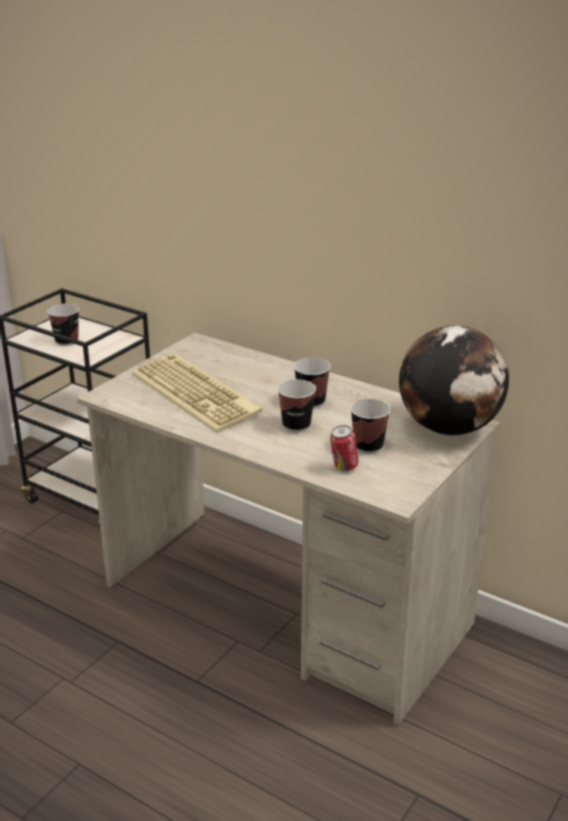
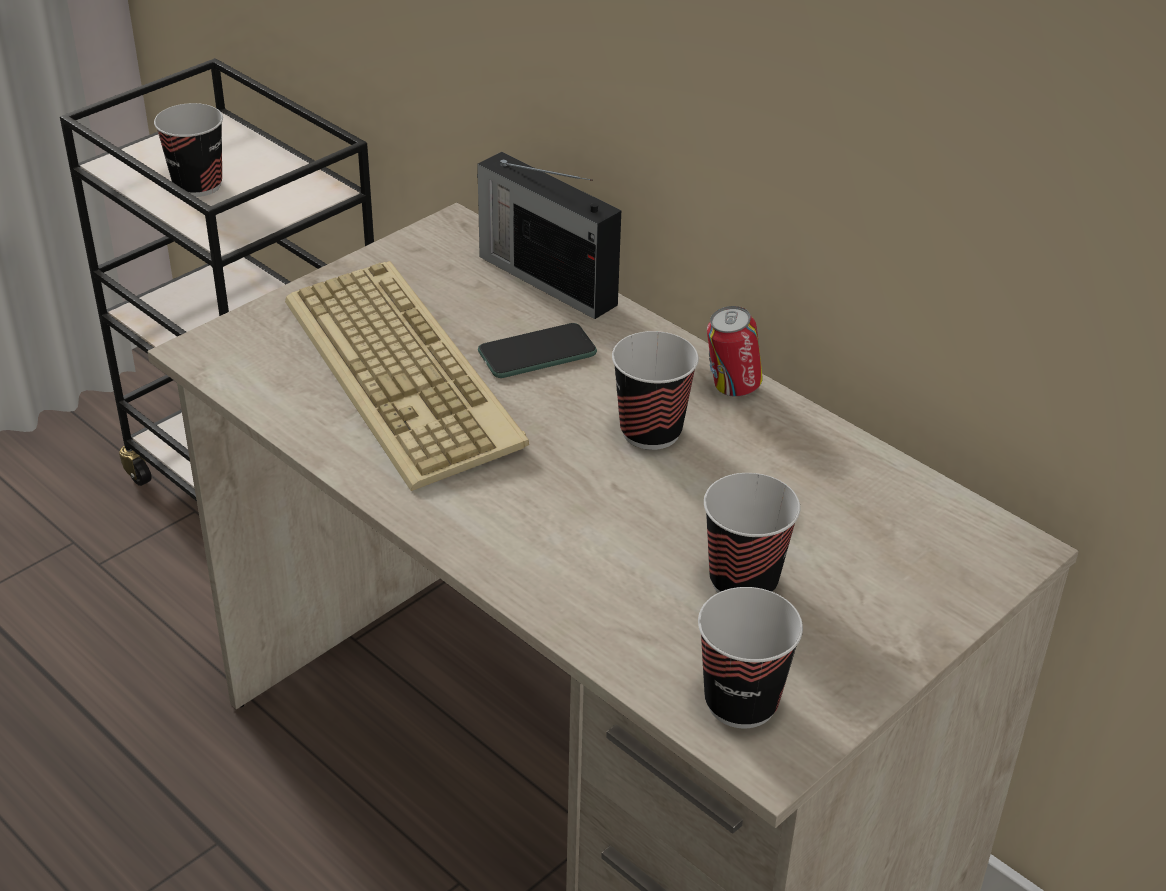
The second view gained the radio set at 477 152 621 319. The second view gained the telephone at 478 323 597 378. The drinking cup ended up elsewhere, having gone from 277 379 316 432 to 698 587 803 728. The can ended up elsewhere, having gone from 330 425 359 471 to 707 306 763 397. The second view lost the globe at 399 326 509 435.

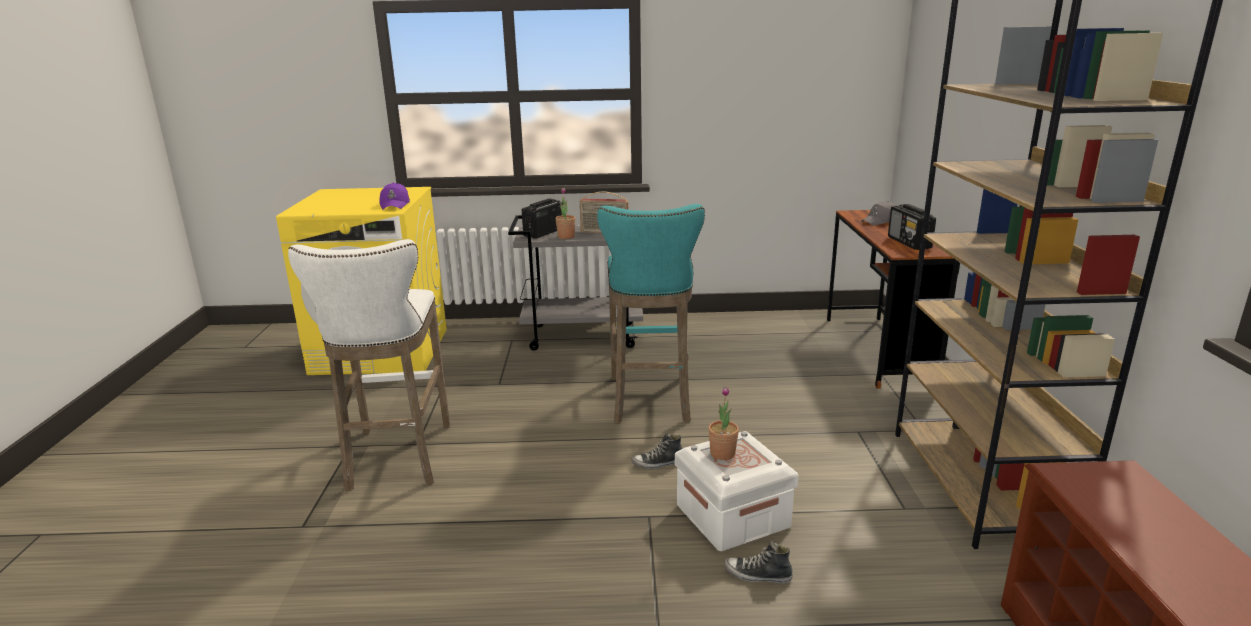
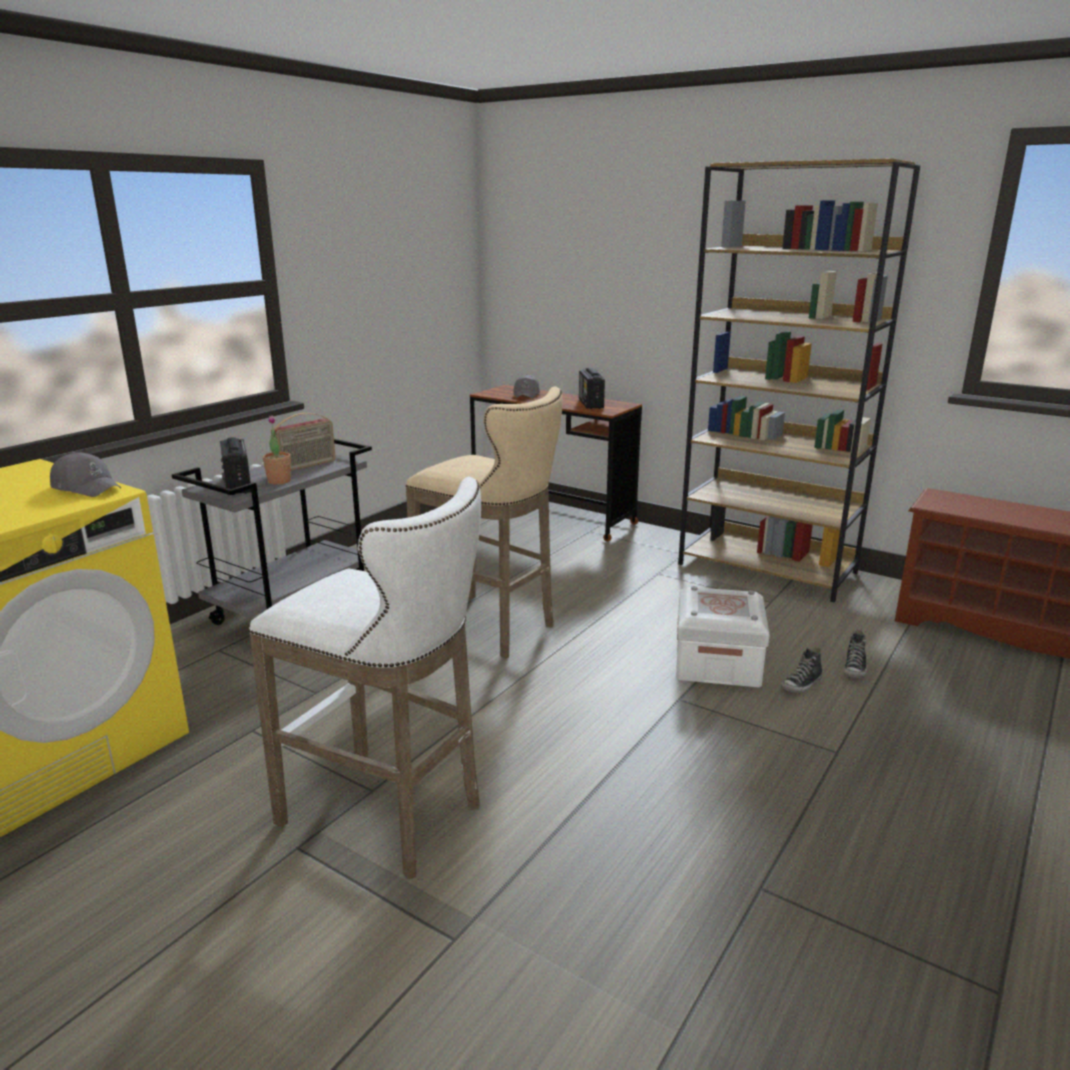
What was the cap/purplish at 379 183 410 210 turned into the cap/gray at 50 452 121 497. What was the stool seat/blue-green at 597 204 705 424 turned into the stool seat/beige-coloured at 406 387 563 659. The radio set at 888 204 936 250 ended up facing another way, 60 degrees clockwise from before. The shoe ended up elsewhere, having gone from 632 433 683 469 to 843 630 867 678. The second view lost the plant in a pot at 708 387 739 460.

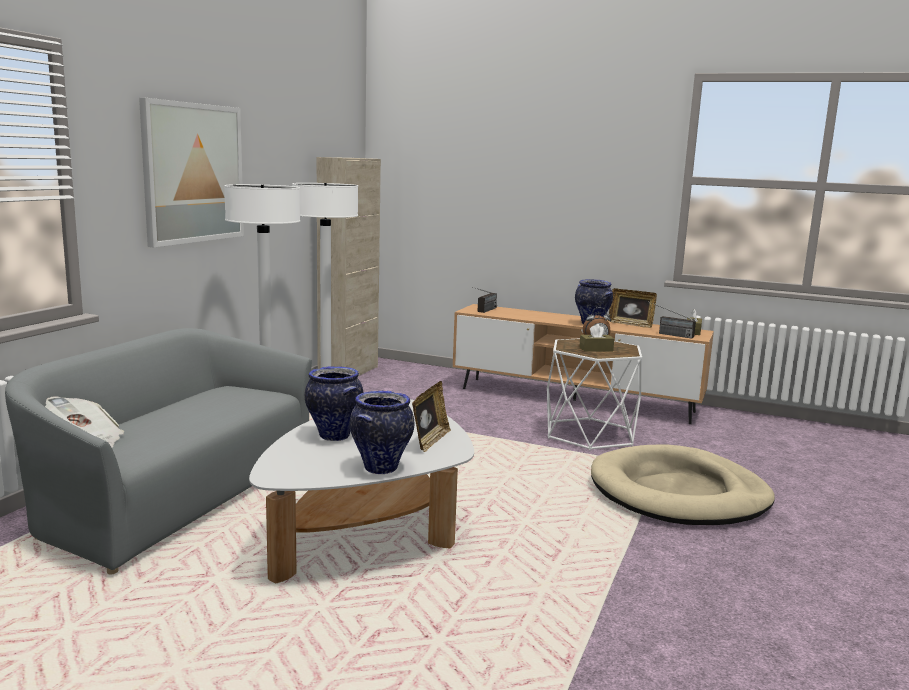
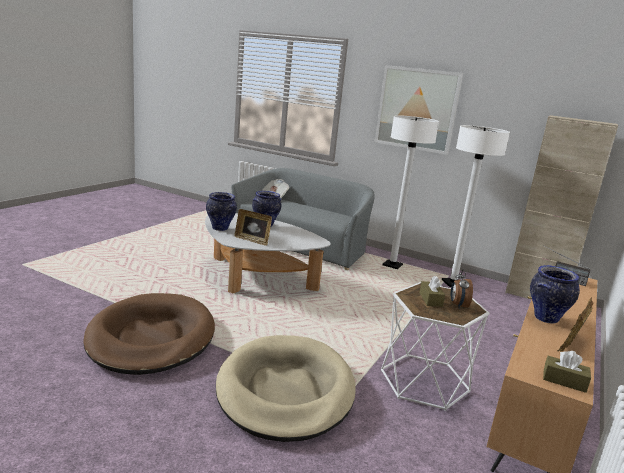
The second view gained the pet bed/brown-coloured at 83 293 215 375. The second view lost the radio set at 647 301 696 339.

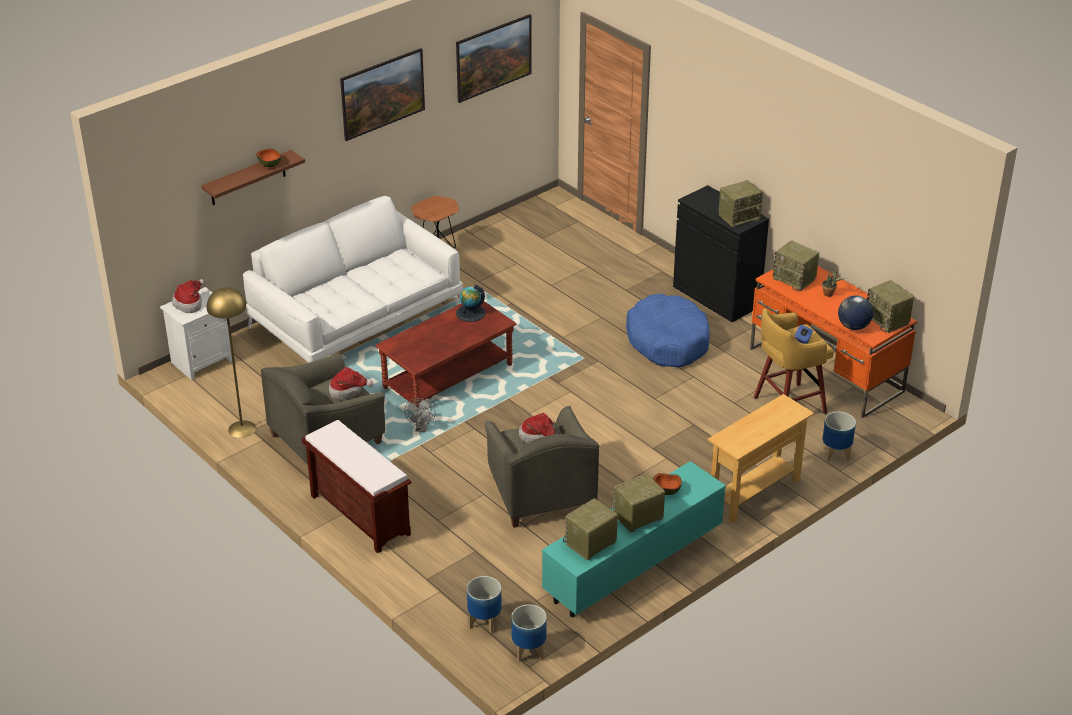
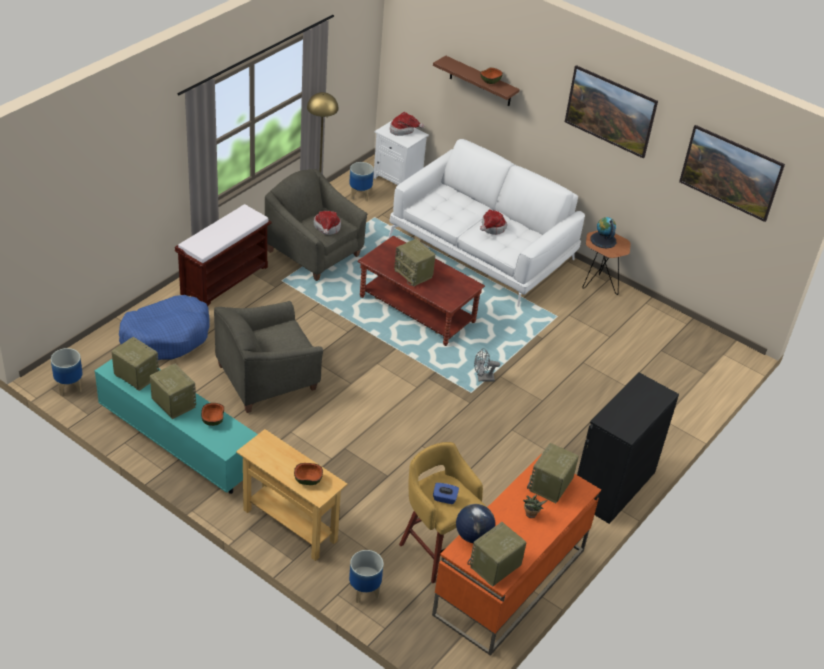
The pet bed/blue ended up elsewhere, having gone from 626 294 710 368 to 119 295 210 360. The second view gained the serving bowl at 294 463 323 485. The planter ended up elsewhere, having gone from 467 576 502 634 to 349 162 374 201. The radio set ended up elsewhere, having gone from 719 180 763 227 to 394 239 436 286. The electric fan/gray ended up elsewhere, having gone from 404 398 435 432 to 474 348 500 381. The wearable hat ended up elsewhere, having gone from 519 413 555 443 to 480 209 507 235. The globe ended up elsewhere, having gone from 456 285 486 322 to 591 217 616 248.

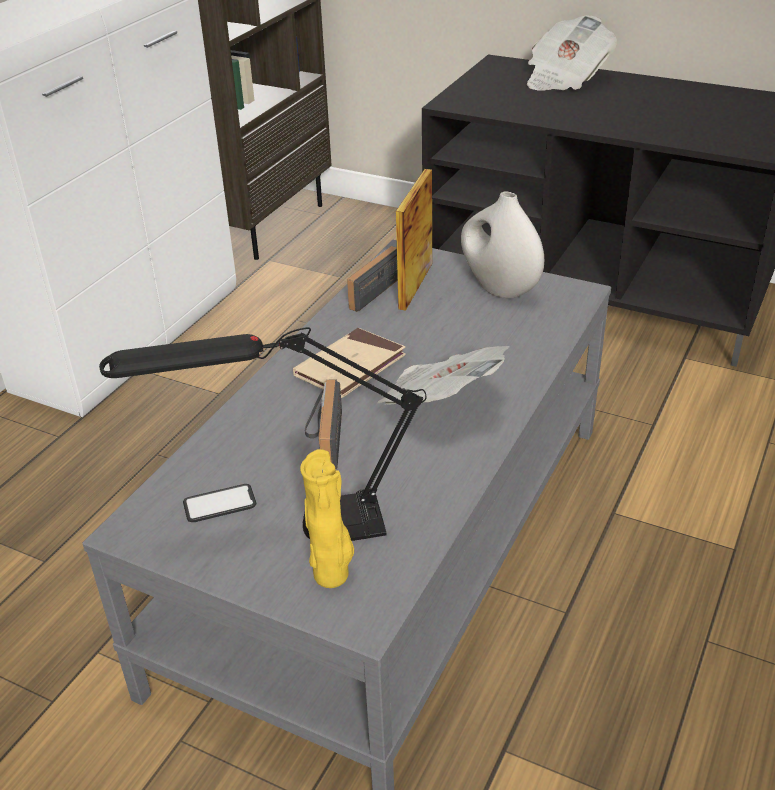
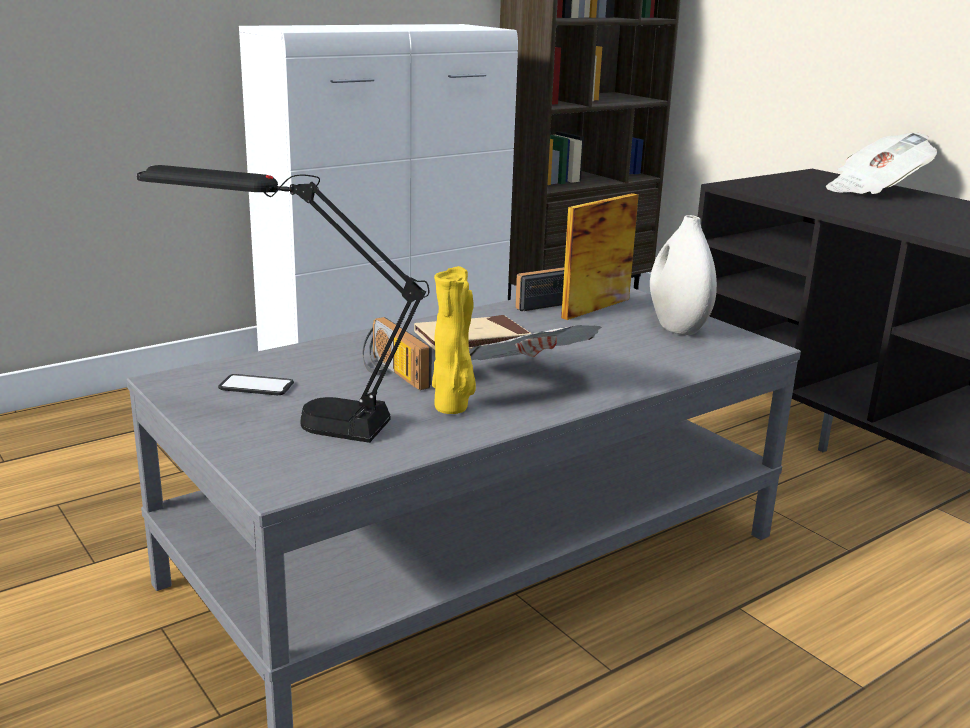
The radio set at 305 380 342 469 ended up facing another way, 60 degrees counterclockwise from before. The vase/yellow ended up elsewhere, having gone from 300 449 354 588 to 432 266 476 414.

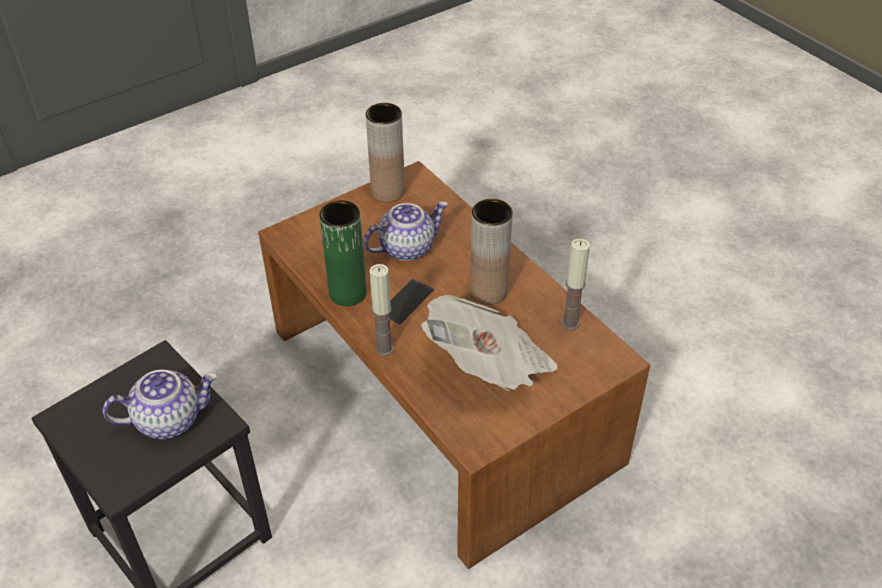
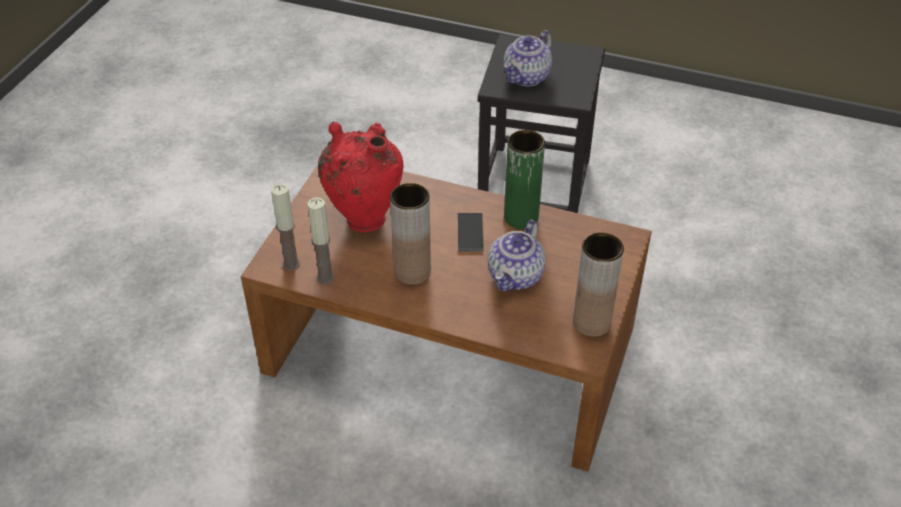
The wax candle ended up elsewhere, having gone from 369 264 394 356 to 271 184 300 270. Where the printed paper stood at 421 295 558 391, the vase/red came to stand at 318 122 404 232.

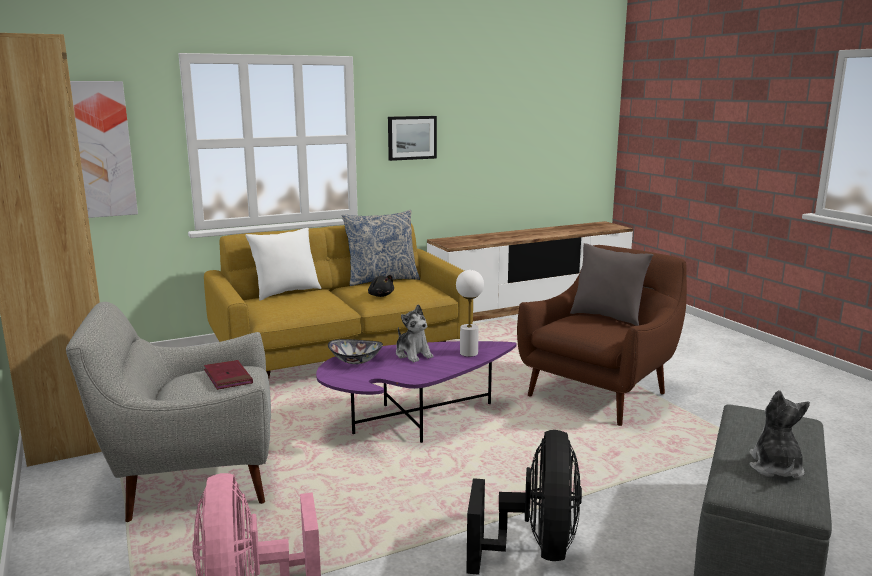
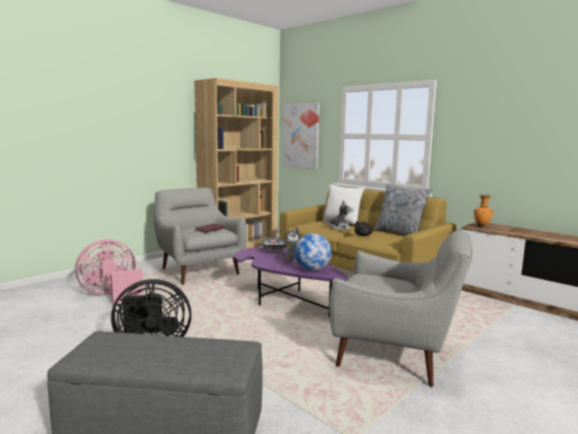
Where the tabletop lamp/white-coloured stood at 456 270 484 357, the globe came to stand at 294 233 332 271. The cuddly toy ended up elsewhere, having gone from 750 390 810 478 to 326 200 353 231. What was the lounge chair/brown-coloured at 517 245 687 426 turned into the lounge chair/gray at 329 230 473 387. The second view gained the vase/orange-coloured at 474 195 494 228. The second view lost the wall picture at 388 116 437 161. The second view lost the pillow/gray at 570 243 654 326.

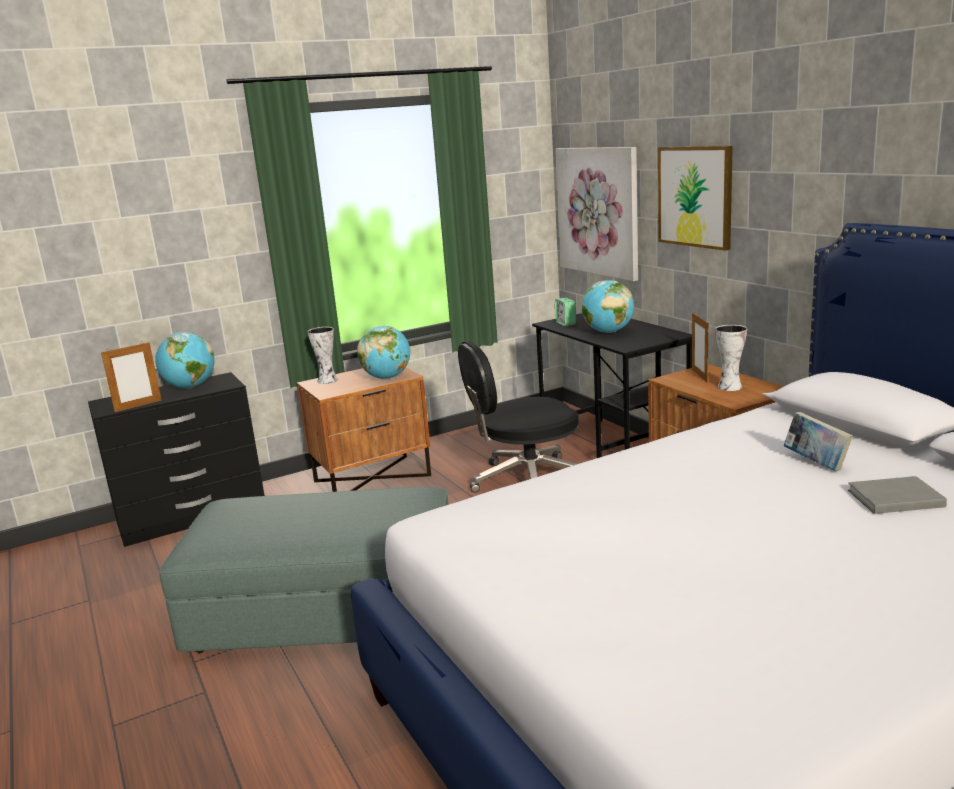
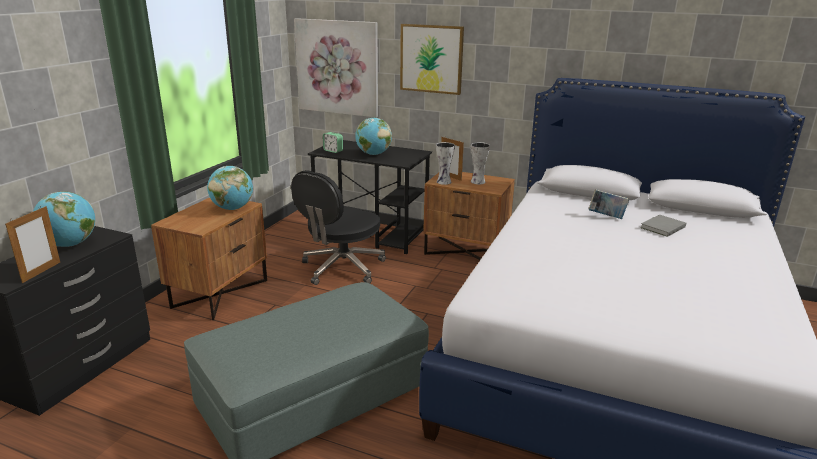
The vase ended up elsewhere, having gone from 307 327 338 384 to 436 142 455 185.

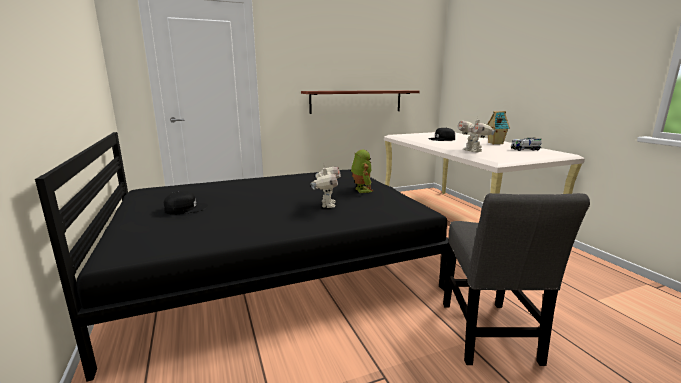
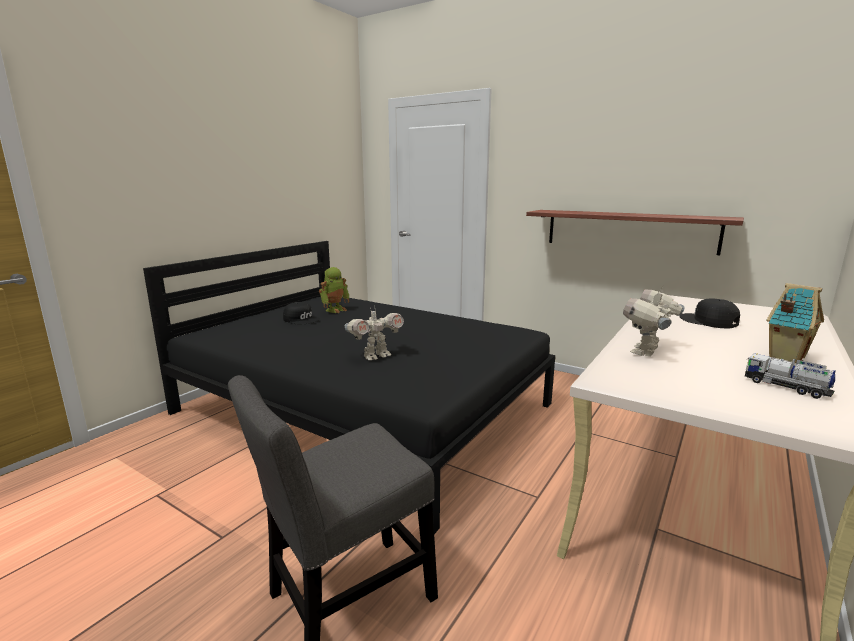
The model robot ended up elsewhere, having gone from 351 150 373 193 to 319 267 349 313.

